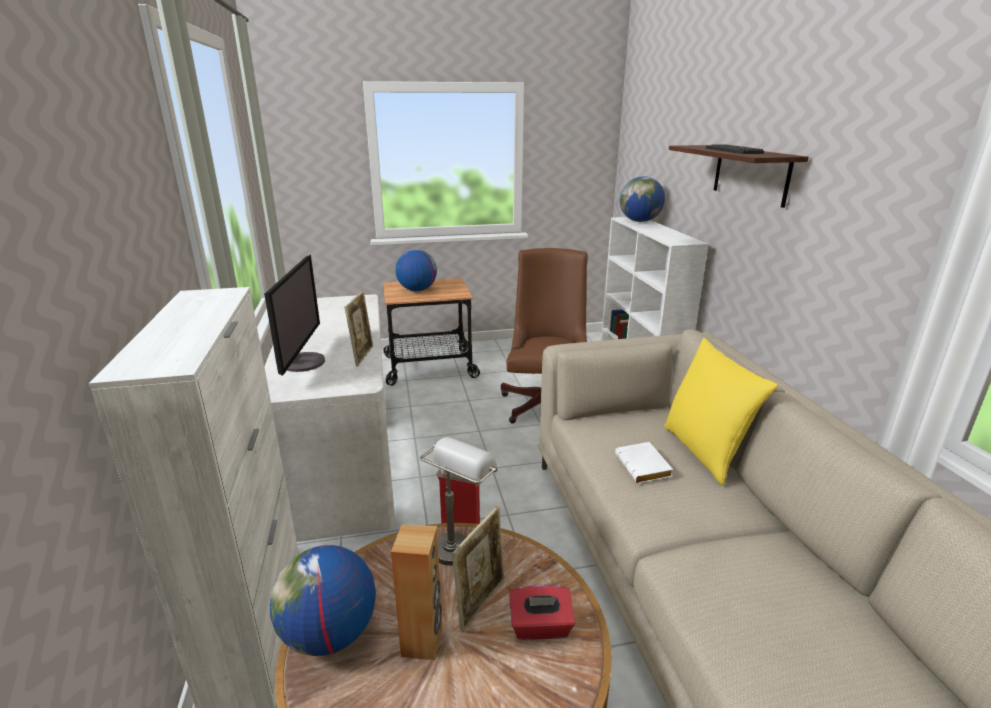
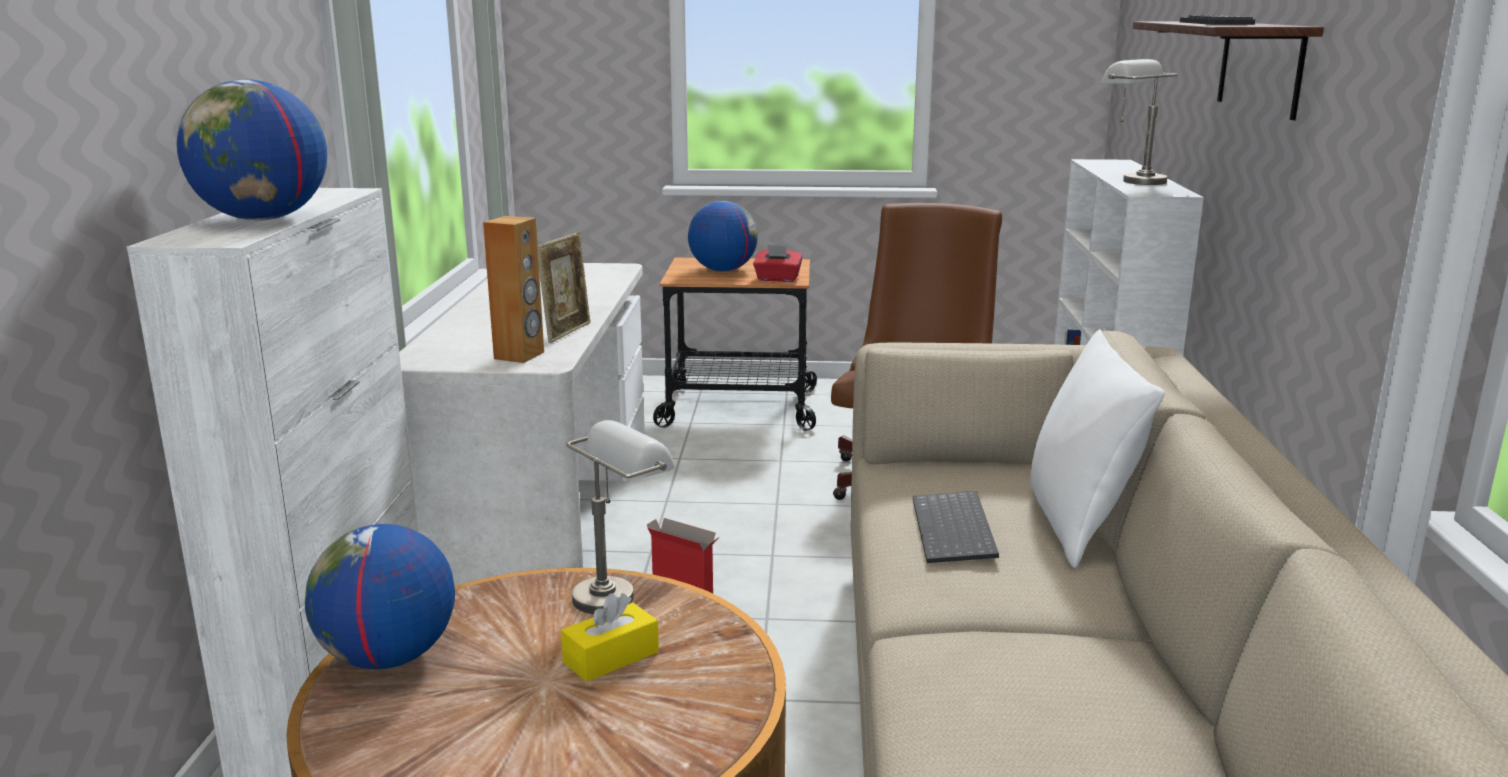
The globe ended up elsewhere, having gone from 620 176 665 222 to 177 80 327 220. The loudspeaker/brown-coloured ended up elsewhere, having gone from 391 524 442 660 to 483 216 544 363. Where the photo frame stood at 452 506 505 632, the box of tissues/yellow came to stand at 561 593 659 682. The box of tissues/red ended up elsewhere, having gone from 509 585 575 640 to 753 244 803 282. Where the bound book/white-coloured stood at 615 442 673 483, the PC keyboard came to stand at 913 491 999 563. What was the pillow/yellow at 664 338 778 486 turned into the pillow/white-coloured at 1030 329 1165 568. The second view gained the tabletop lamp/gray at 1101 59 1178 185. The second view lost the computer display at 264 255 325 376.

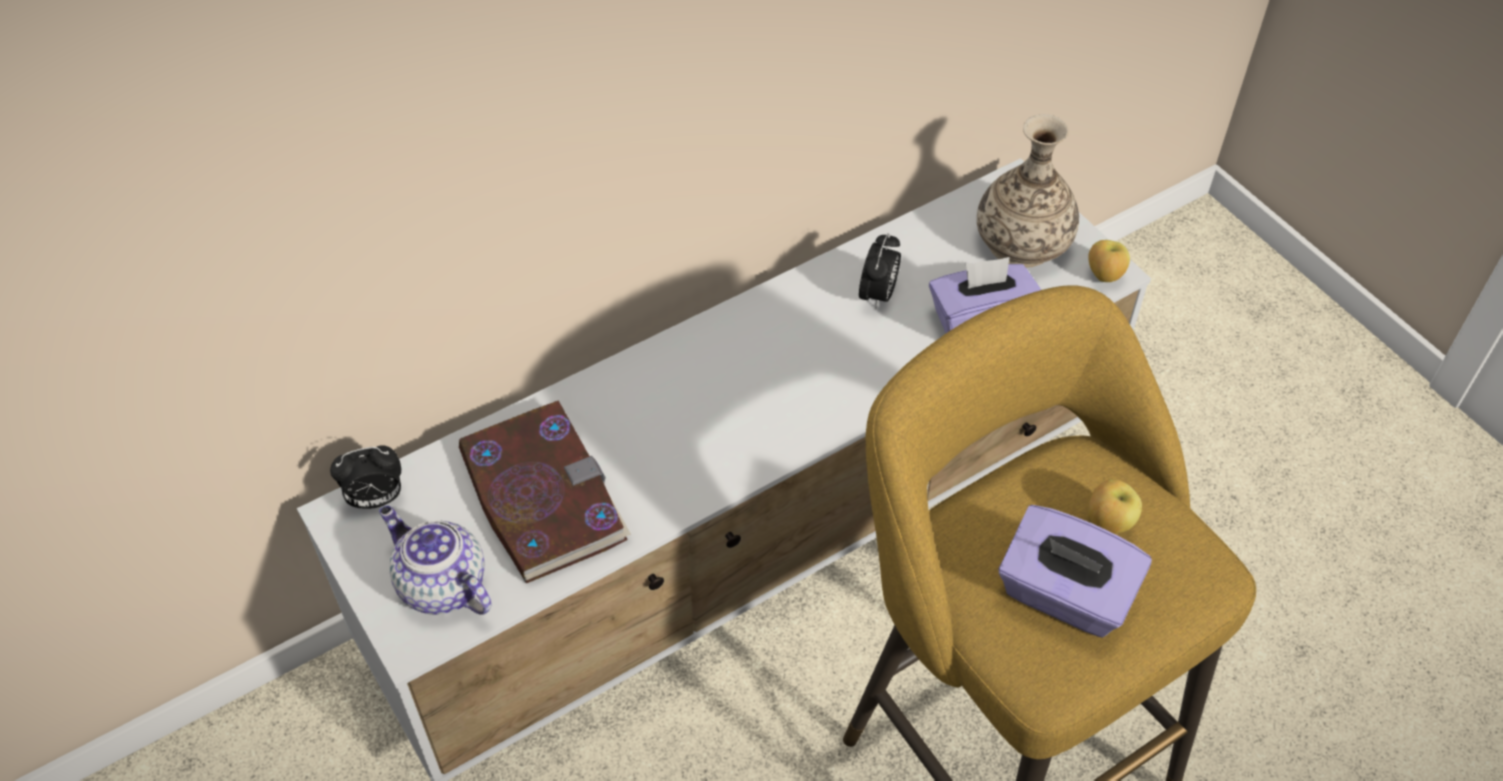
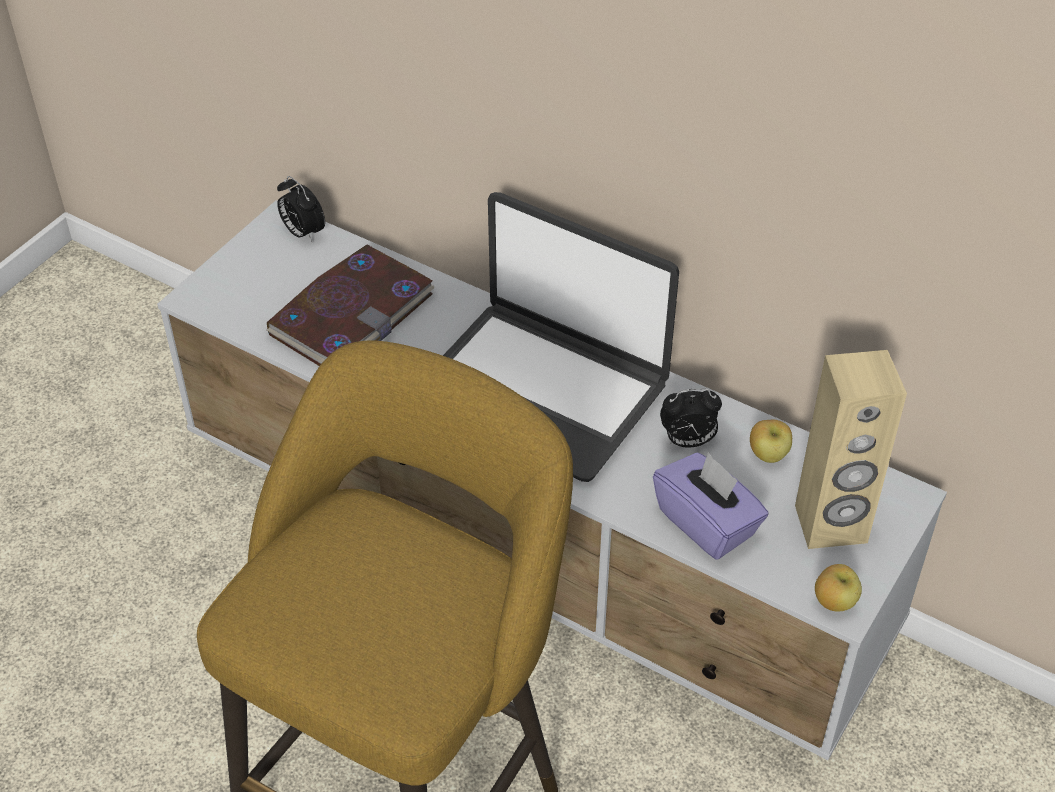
The second view gained the laptop at 443 192 679 482. The apple ended up elsewhere, having gone from 1088 479 1142 534 to 750 420 792 463. Where the vase stood at 977 114 1079 268, the loudspeaker/beige-coloured came to stand at 795 350 907 549. The second view lost the pot for tea at 379 506 492 615. The second view lost the box of tissues/purplish at 999 505 1152 637.

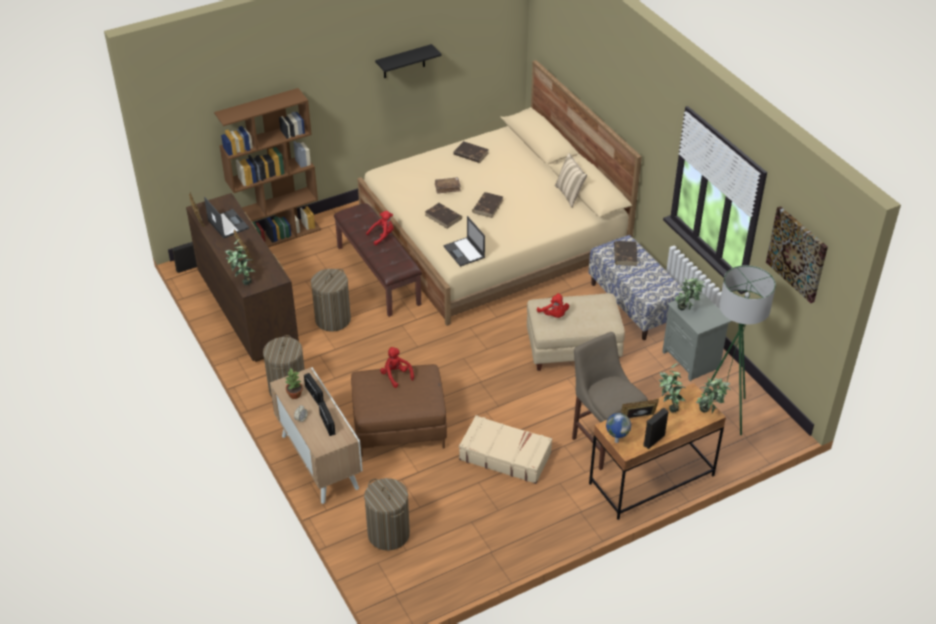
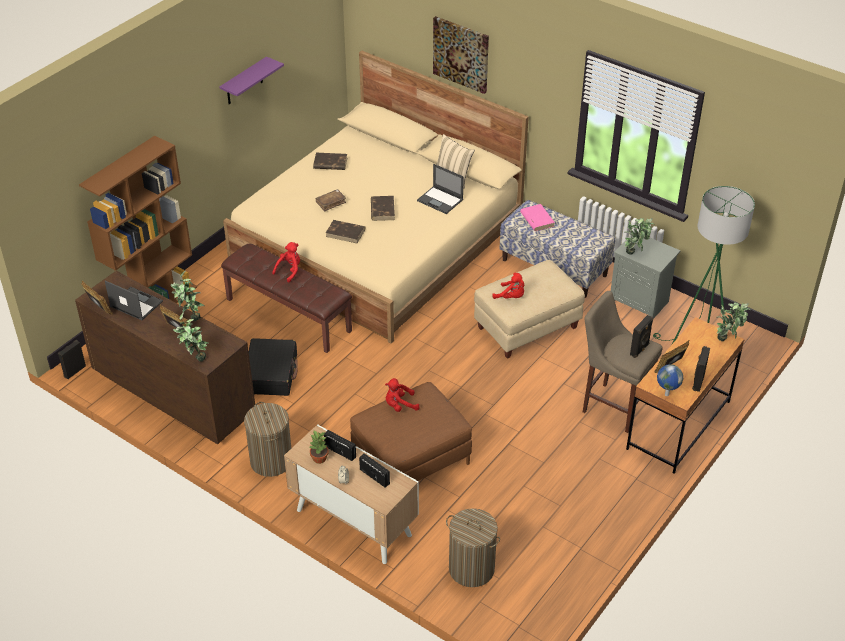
The plant in a pot ended up elsewhere, having gone from 659 363 686 413 to 170 270 205 321. What was the shelf/black-coloured at 375 44 442 78 turned into the shelf/purplish at 220 56 284 104. Where the washing basket stood at 311 269 351 332, the piece of luggage/black-coloured came to stand at 249 338 297 396. The cuddly toy/red at 380 347 414 388 ended up facing another way, 45 degrees counterclockwise from before. The laptop ended up elsewhere, having gone from 443 216 485 267 to 417 164 464 214. The wall picture ended up elsewhere, having gone from 766 206 828 303 to 433 16 489 94. What was the bound book/brown-coloured at 614 241 637 266 turned into the bound book/pink-coloured at 520 204 555 231. The second view gained the loudspeaker/black-coloured at 630 315 653 358. The second view lost the piece of luggage/beige-coloured at 459 415 552 484.

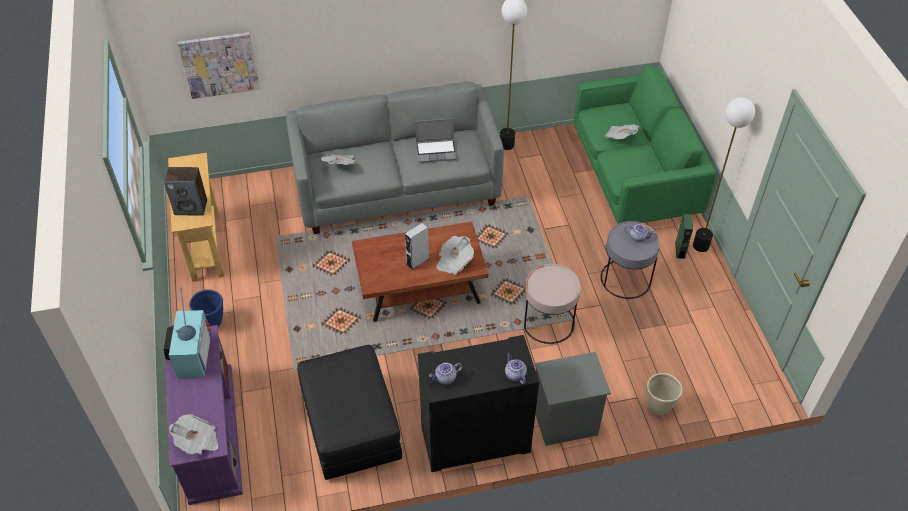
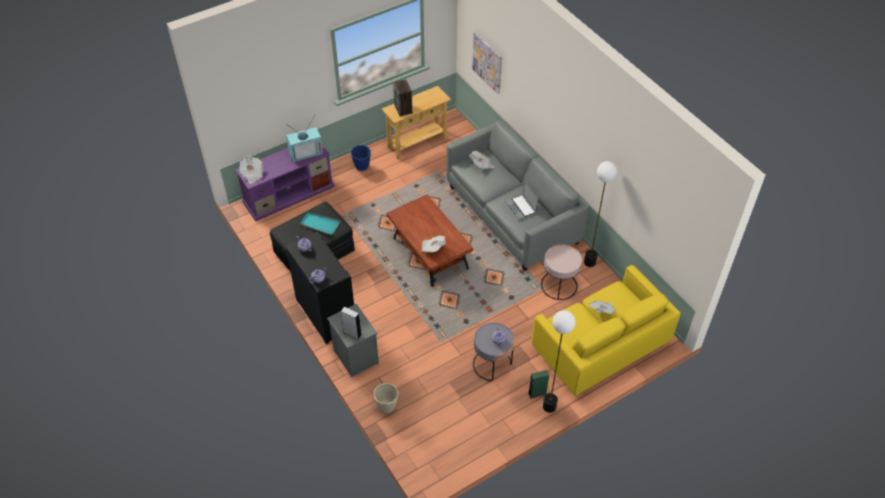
The second view gained the carrying tray/blue-green at 299 211 340 235. The loudspeaker/gray ended up elsewhere, having gone from 405 223 430 270 to 341 306 362 339. What was the settee/greenish at 574 66 717 224 turned into the settee/yellow at 531 265 681 396. The side table/pink-coloured ended up elsewhere, having gone from 524 264 581 344 to 541 244 582 300.

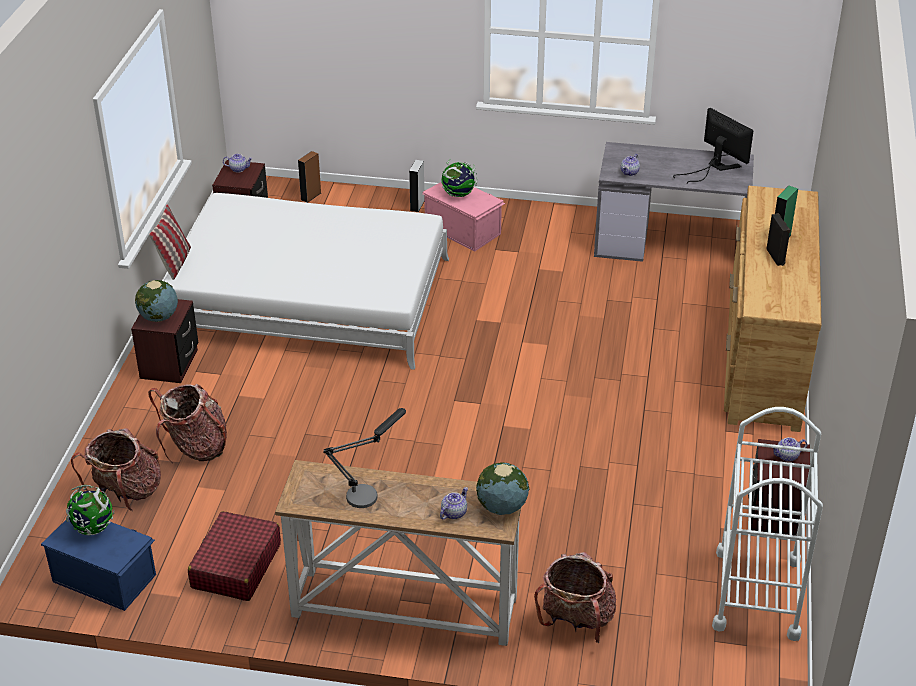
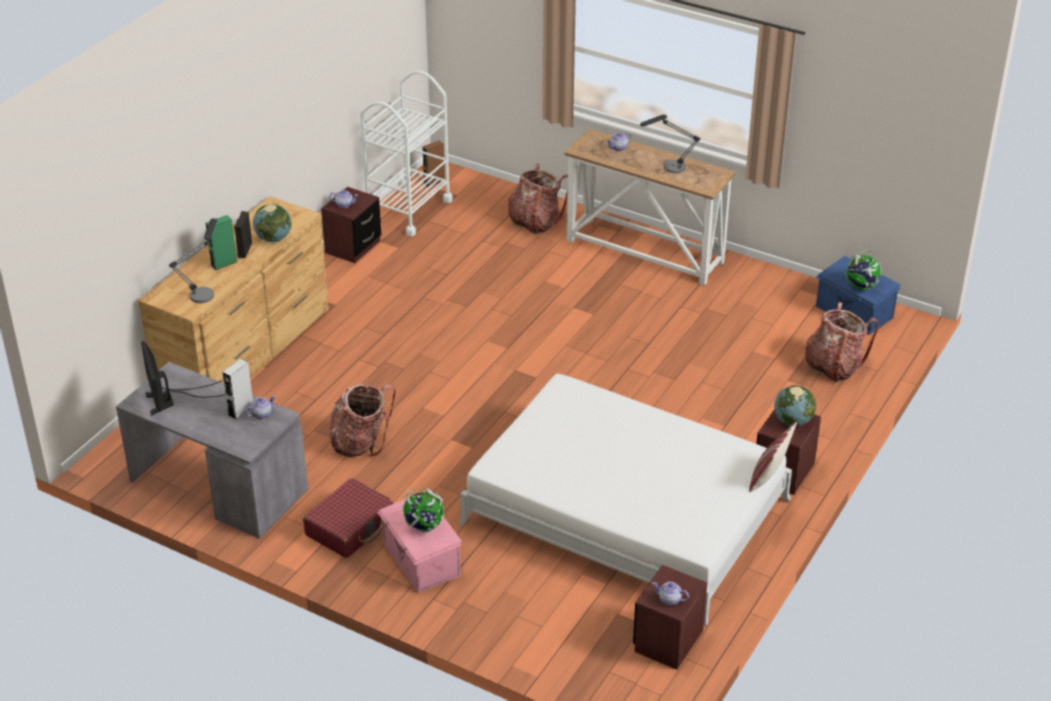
The second view gained the tabletop lamp at 169 218 217 303. The loudspeaker/gray ended up elsewhere, having gone from 409 160 424 212 to 222 359 253 420. The globe ended up elsewhere, having gone from 476 463 529 515 to 253 204 292 242. The piece of luggage/red ended up elsewhere, having gone from 188 511 281 601 to 303 478 394 558. The rucksack ended up elsewhere, having gone from 148 384 227 463 to 329 384 396 457. The loudspeaker/brown-coloured ended up elsewhere, having gone from 298 151 321 203 to 422 141 445 187.

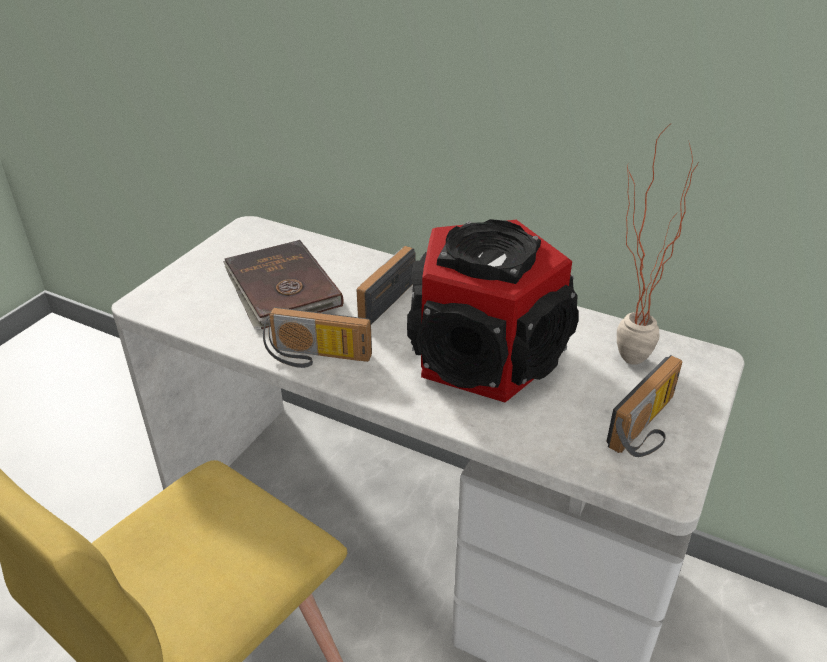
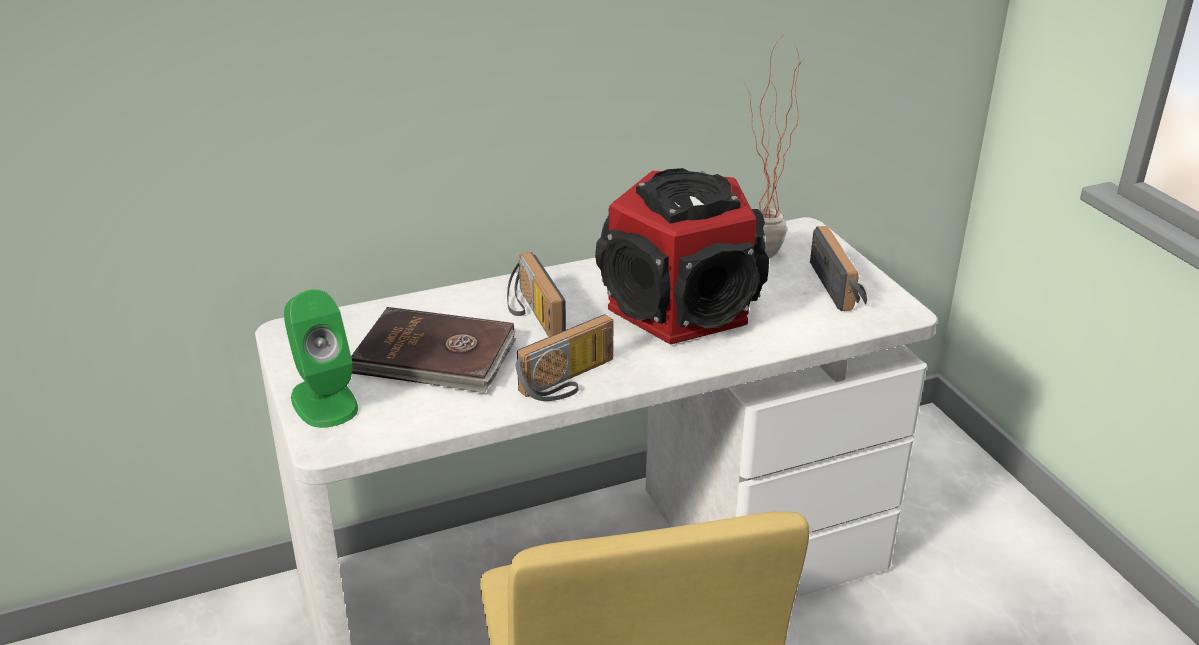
The second view gained the loudspeaker/greenish at 284 289 358 428.

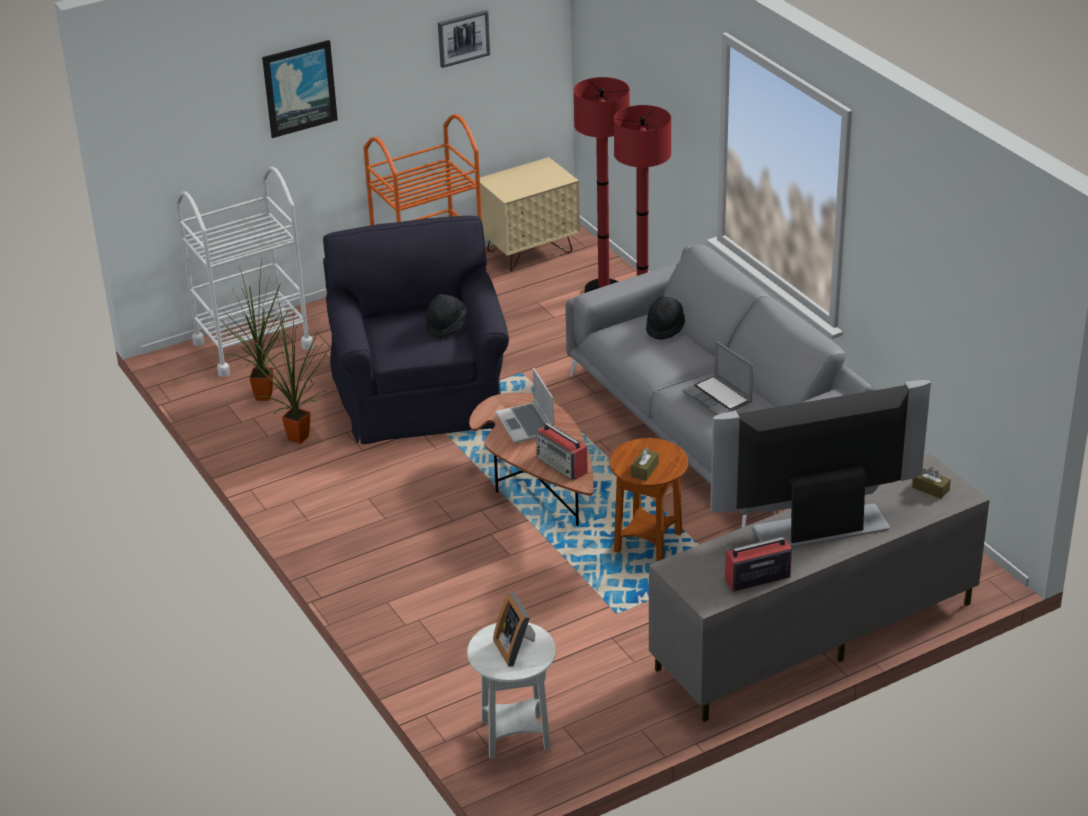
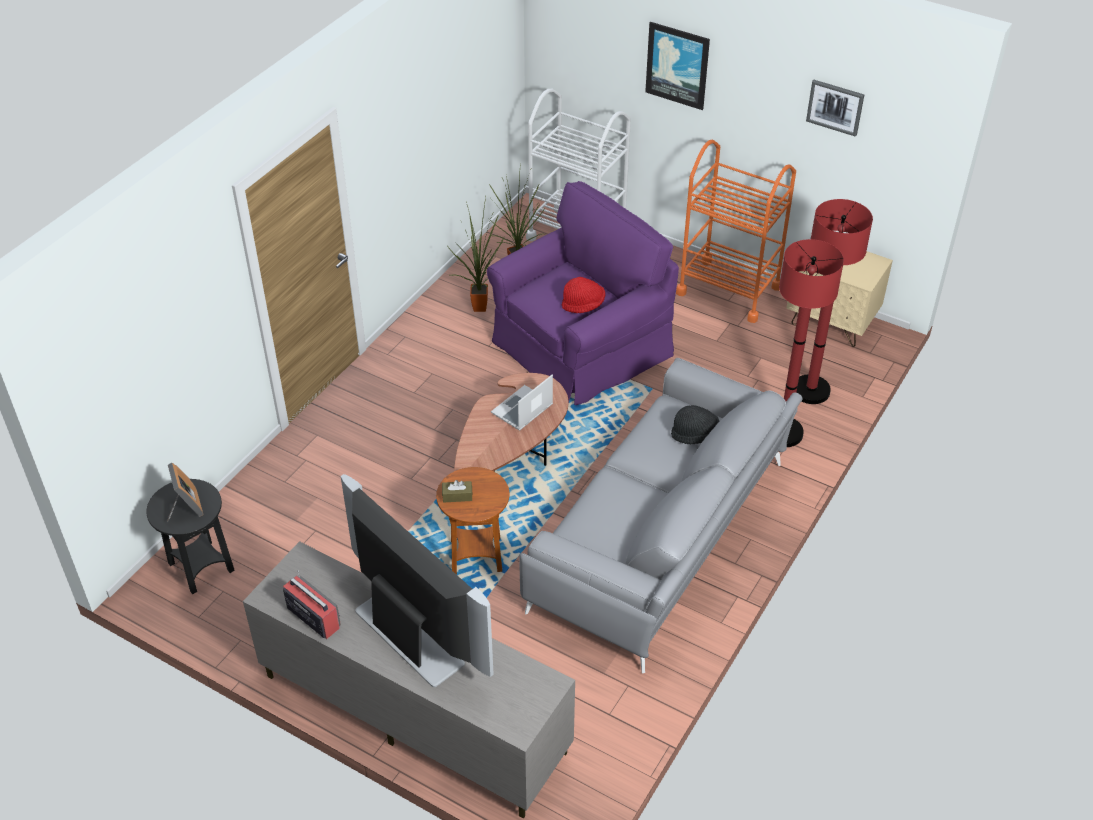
What was the side table/white-coloured at 467 622 556 759 turned into the side table/black-coloured at 146 479 235 594. The photo frame at 493 592 535 666 ended up facing another way, 120 degrees clockwise from before. What was the lounge chair/black-coloured at 323 216 509 444 turned into the lounge chair/purplish at 487 181 679 405. What was the wearable hat/black-coloured at 426 294 467 338 turned into the wearable hat/red at 562 277 605 313. The second view lost the radio set at 536 423 587 480. The second view lost the laptop at 683 341 753 415. The second view lost the box of tissues/brown-coloured at 912 467 951 499.

